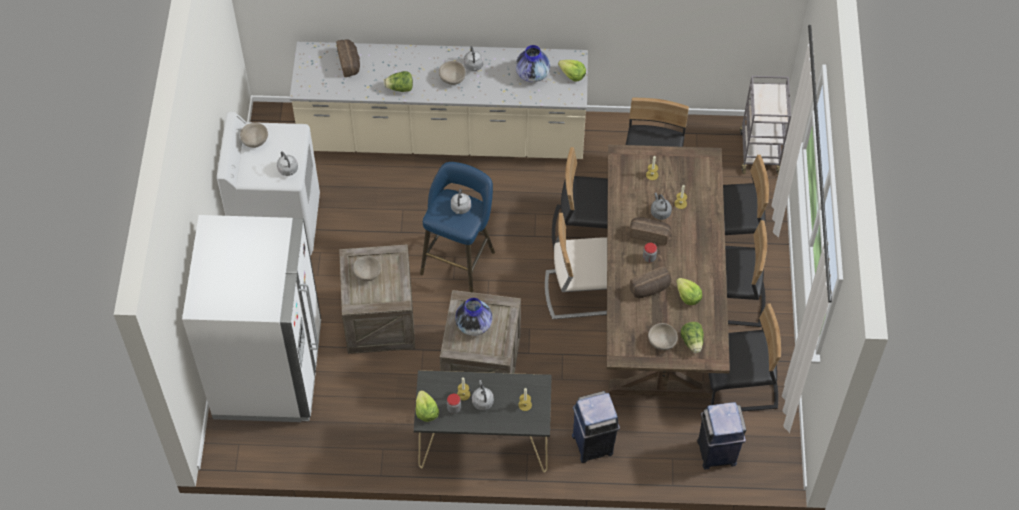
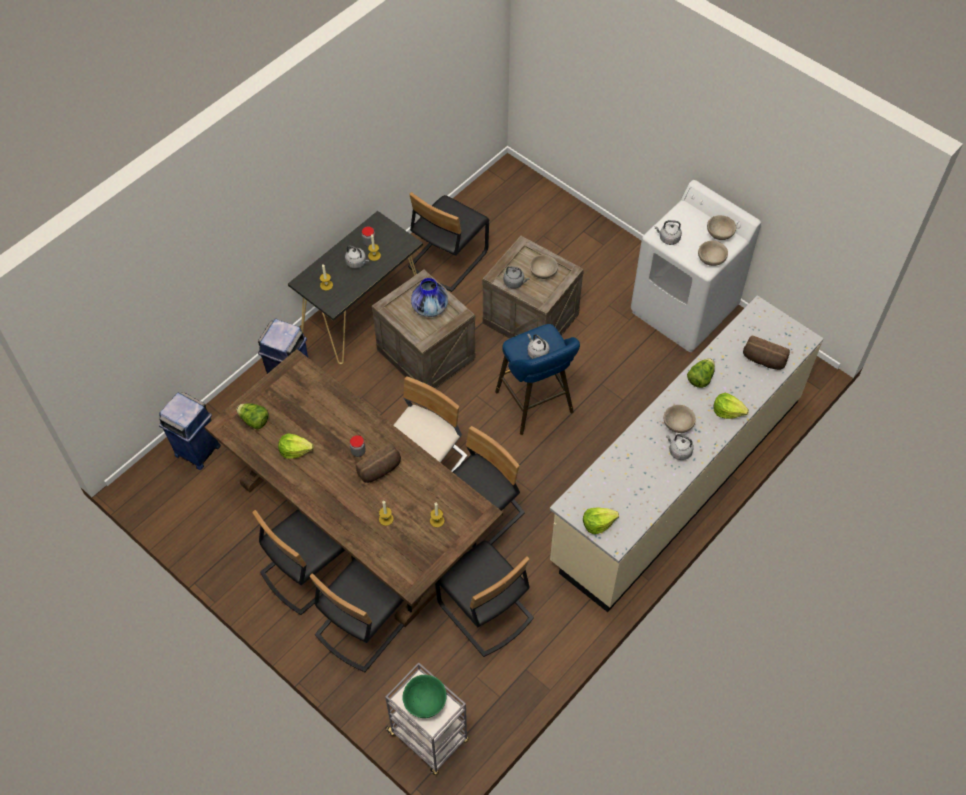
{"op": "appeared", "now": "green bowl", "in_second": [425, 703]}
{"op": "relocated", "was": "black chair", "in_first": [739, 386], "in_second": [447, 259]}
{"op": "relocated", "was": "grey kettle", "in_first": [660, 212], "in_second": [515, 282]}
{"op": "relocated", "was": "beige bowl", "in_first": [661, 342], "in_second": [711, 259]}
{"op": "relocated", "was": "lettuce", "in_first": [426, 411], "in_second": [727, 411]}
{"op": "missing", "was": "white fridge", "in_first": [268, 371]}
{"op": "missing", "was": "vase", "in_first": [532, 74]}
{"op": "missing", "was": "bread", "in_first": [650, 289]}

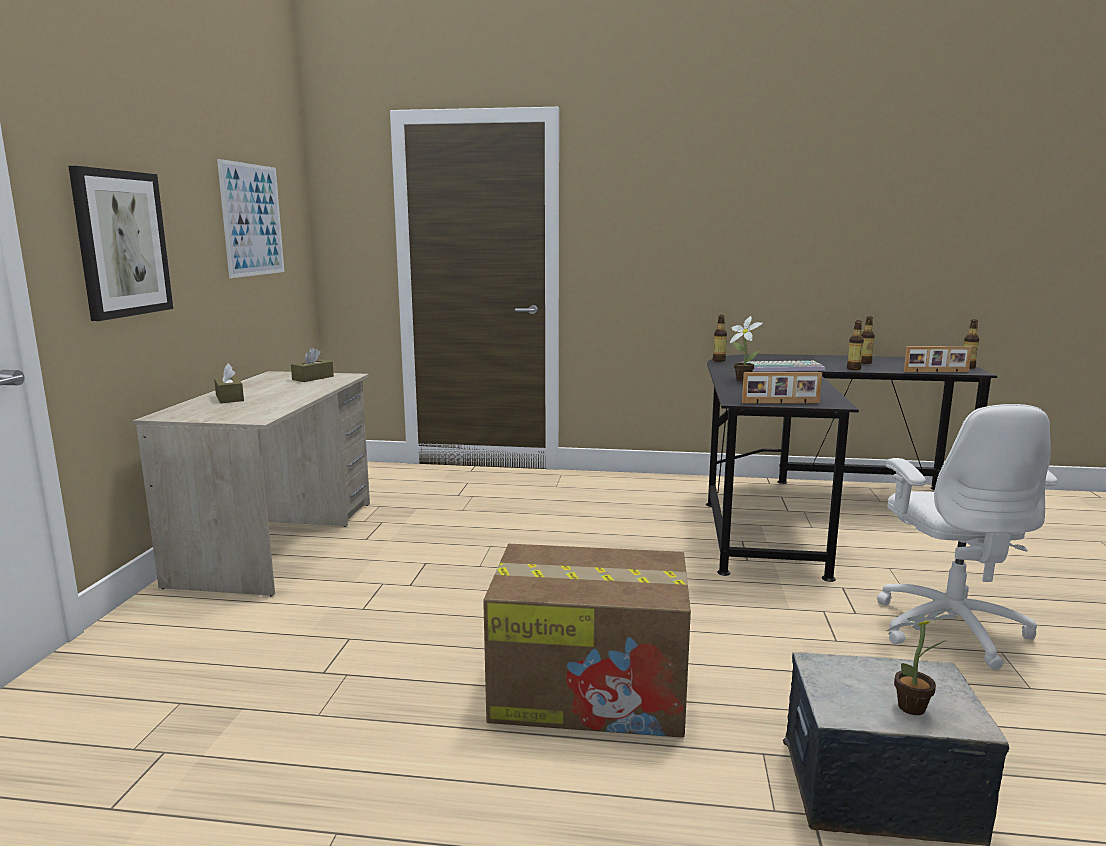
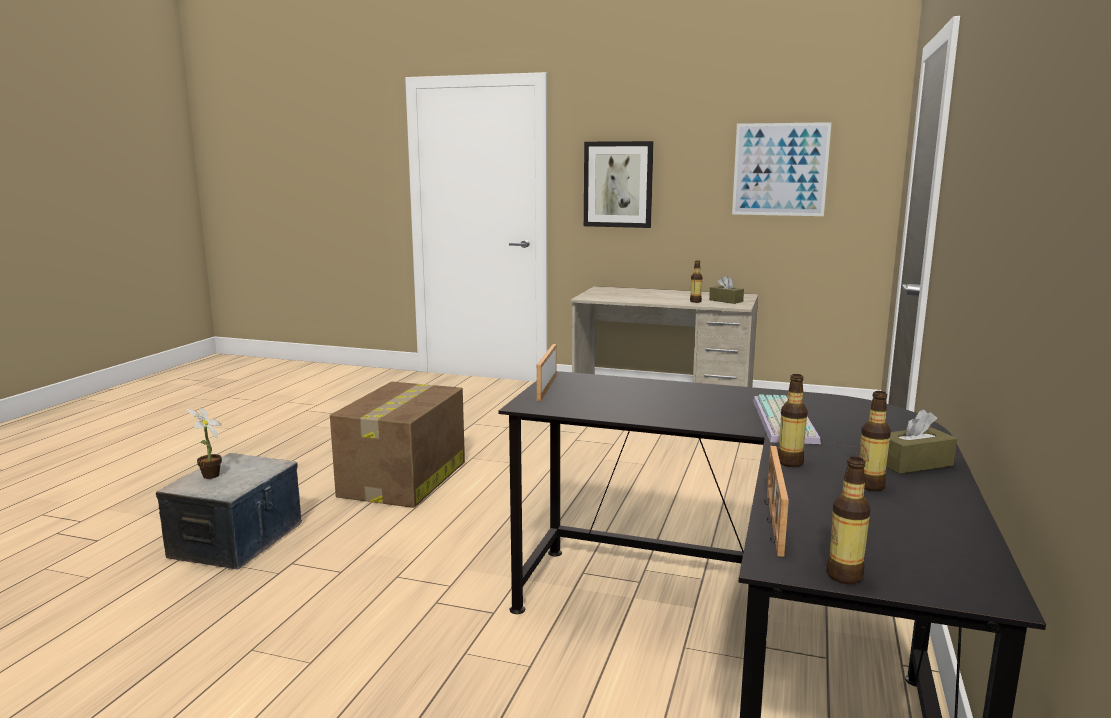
{"op": "relocated", "was": "bottle", "in_first": [719, 360], "in_second": [695, 301]}
{"op": "relocated", "was": "brown tissue box", "in_first": [229, 398], "in_second": [913, 463]}
{"op": "missing", "was": "potted plant", "in_first": [741, 379]}
{"op": "missing", "was": "white office chair", "in_first": [949, 628]}

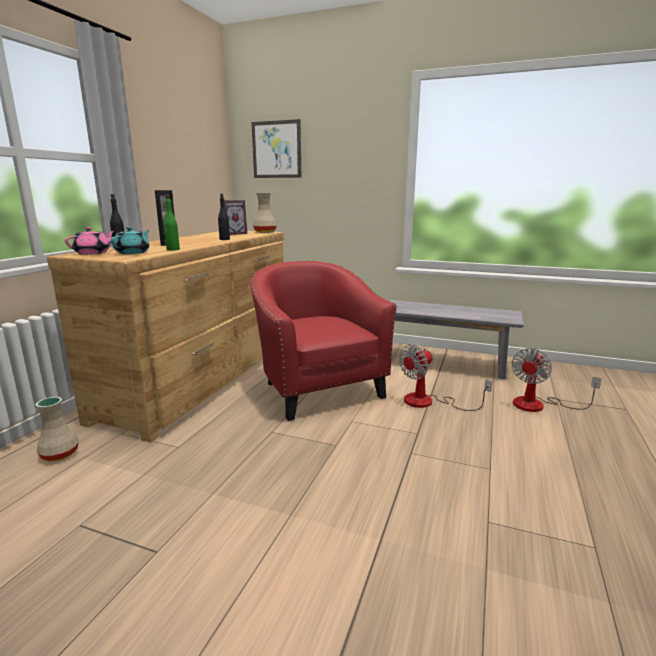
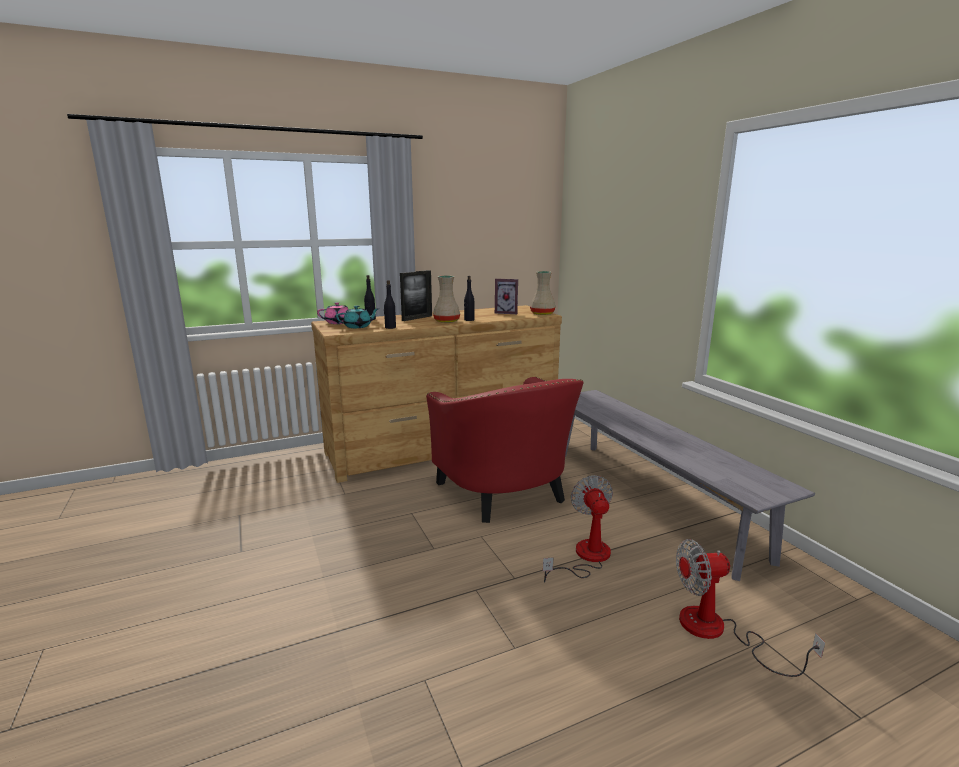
{"op": "colour", "was": "green bottle", "now": "black bottle", "in_first": [173, 249], "in_second": [390, 327]}
{"op": "spun", "was": "red armchair", "in_first": [317, 389], "in_second": [506, 494], "clockwise": 135}
{"op": "relocated", "was": "beige vase", "in_first": [59, 455], "in_second": [446, 321]}
{"op": "spun", "was": "fan", "in_first": [429, 402], "in_second": [585, 557], "clockwise": 75}
{"op": "missing", "was": "picture", "in_first": [276, 149]}

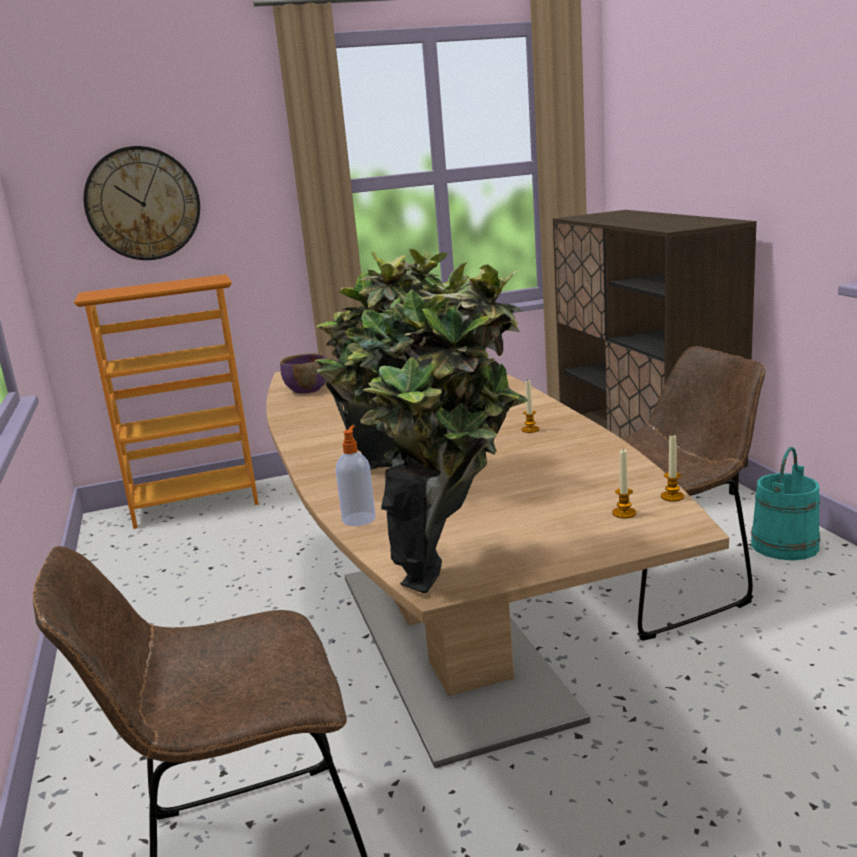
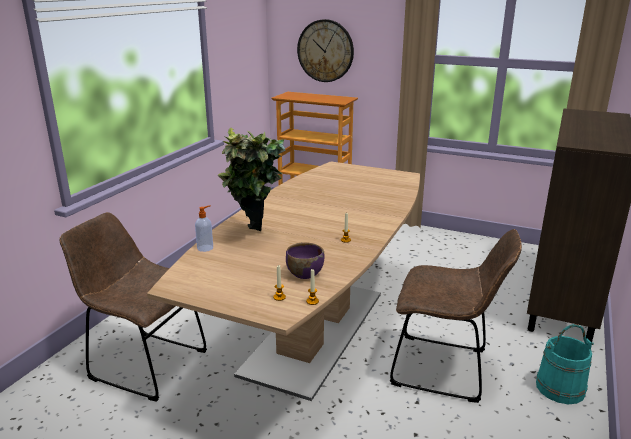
{"op": "relocated", "was": "purple bowl", "in_first": [307, 390], "in_second": [304, 273]}
{"op": "missing", "was": "potted plant", "in_first": [454, 562]}

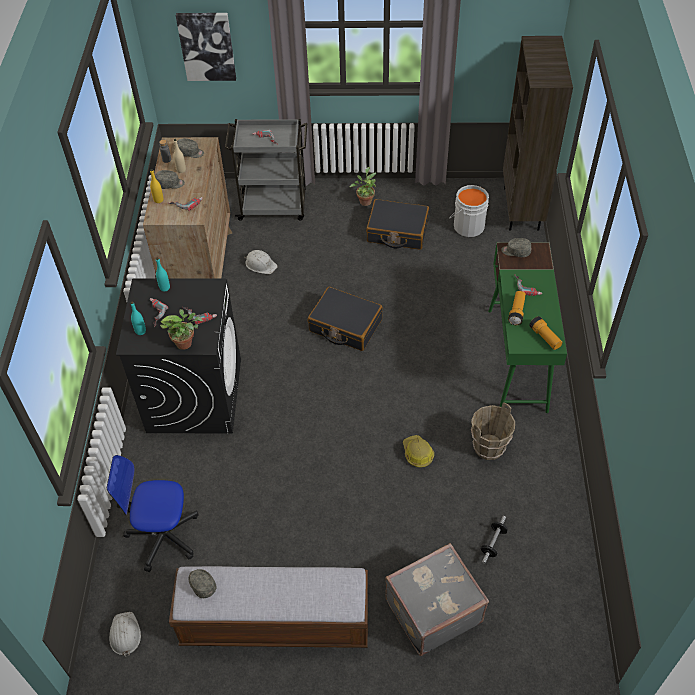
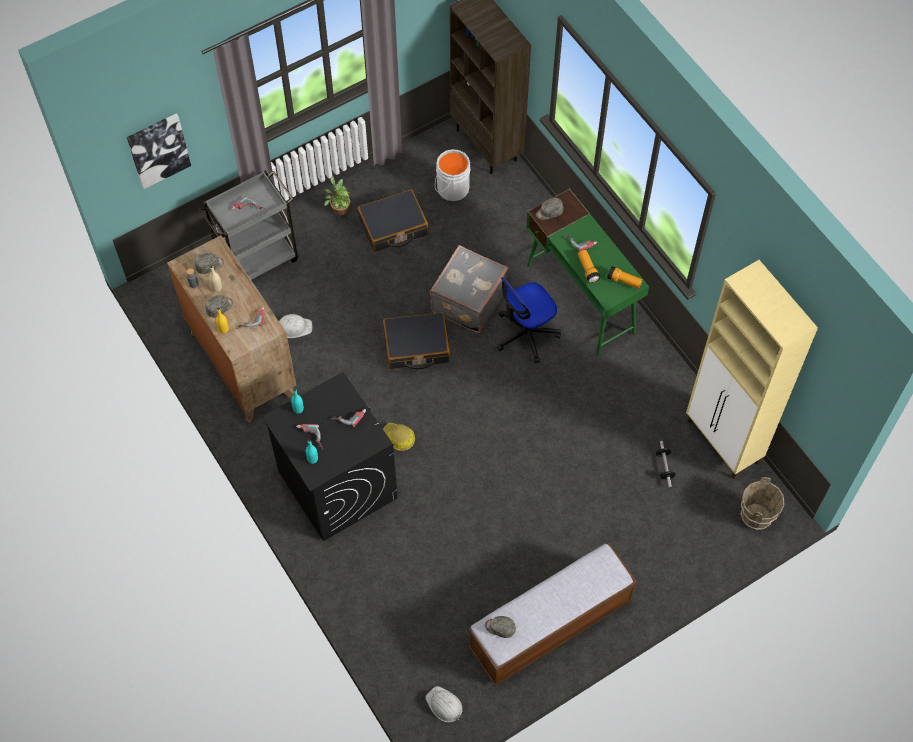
{"op": "relocated", "was": "hard hat", "in_first": [417, 454], "in_second": [398, 438]}
{"op": "relocated", "was": "grey suitcase", "in_first": [432, 609], "in_second": [467, 301]}
{"op": "relocated", "was": "office chair", "in_first": [163, 535], "in_second": [526, 334]}
{"op": "appeared", "now": "beige cabinet", "in_second": [723, 443]}
{"op": "relocated", "was": "brown bucket", "in_first": [489, 448], "in_second": [756, 517]}
{"op": "missing", "was": "potted plant", "in_first": [186, 343]}

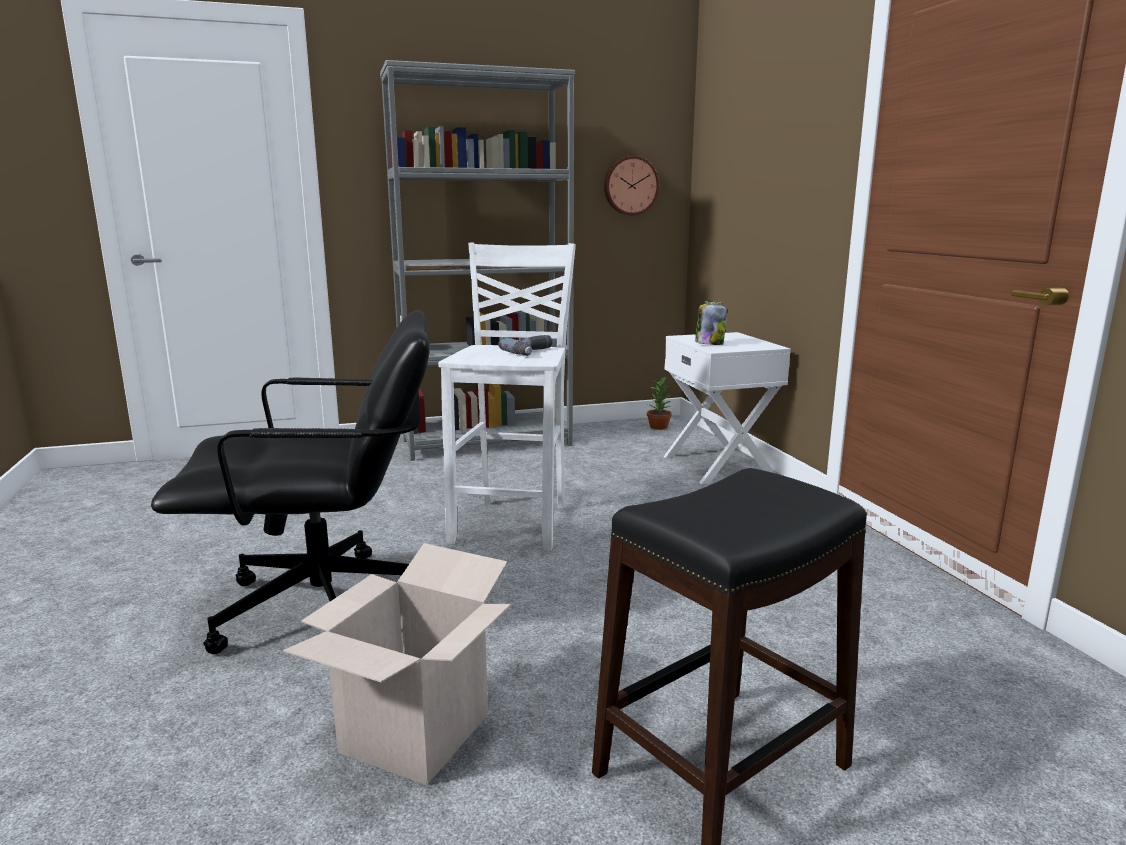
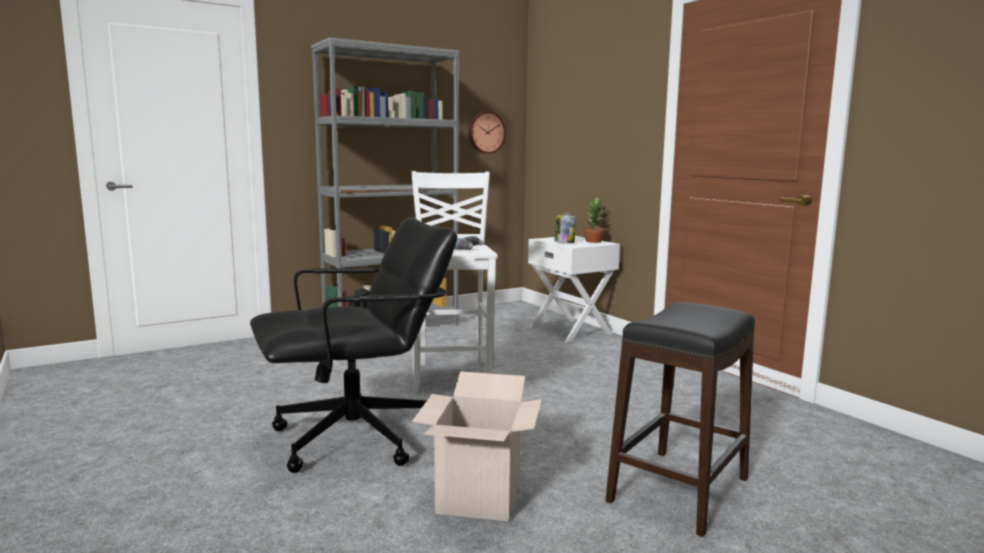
{"op": "relocated", "was": "potted plant", "in_first": [659, 427], "in_second": [594, 241]}

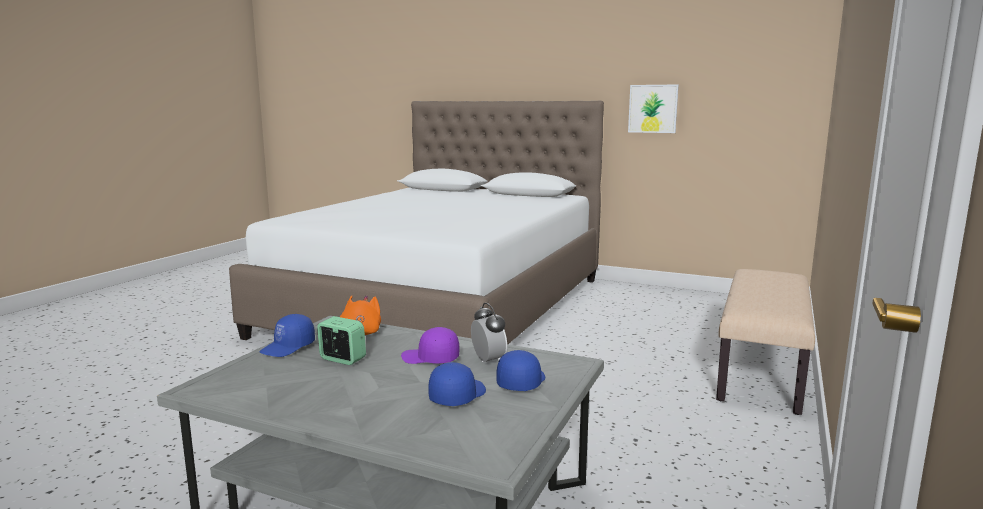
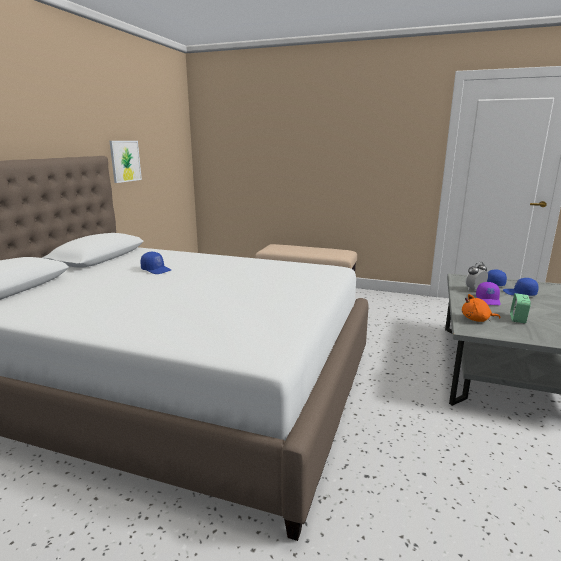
{"op": "relocated", "was": "blue cap", "in_first": [288, 347], "in_second": [156, 270]}

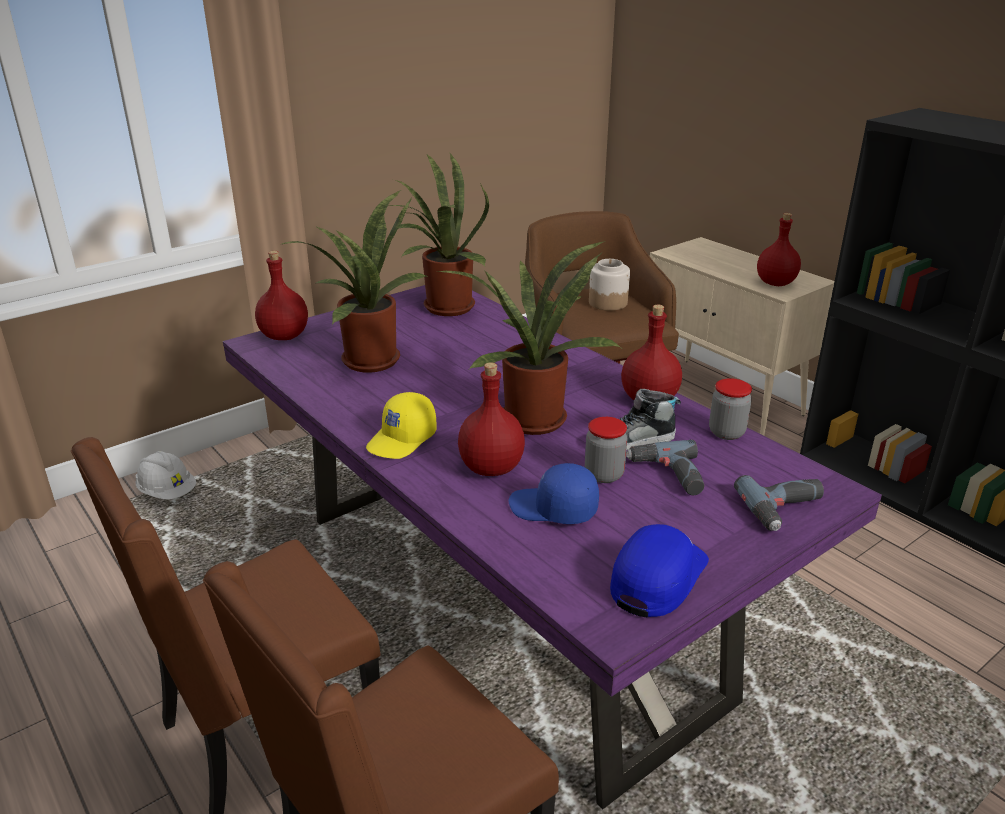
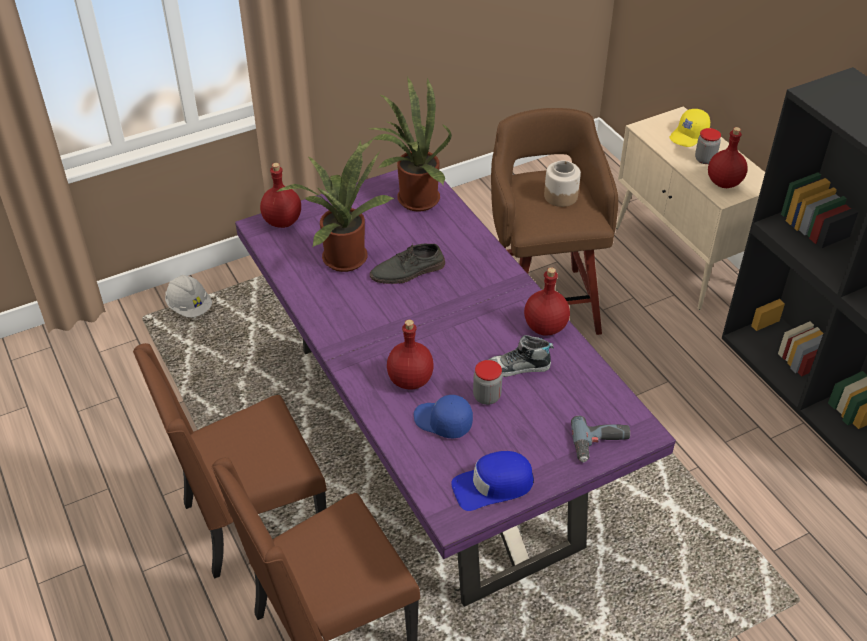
{"op": "appeared", "now": "grey shoe", "in_second": [408, 271]}
{"op": "spun", "was": "blue cap", "in_first": [657, 576], "in_second": [493, 486], "clockwise": -150}
{"op": "relocated", "was": "yellow cap", "in_first": [402, 440], "in_second": [689, 135]}
{"op": "relocated", "was": "jar", "in_first": [726, 432], "in_second": [705, 159]}
{"op": "missing", "was": "potted plant", "in_first": [533, 416]}
{"op": "missing", "was": "power drill", "in_first": [667, 475]}

